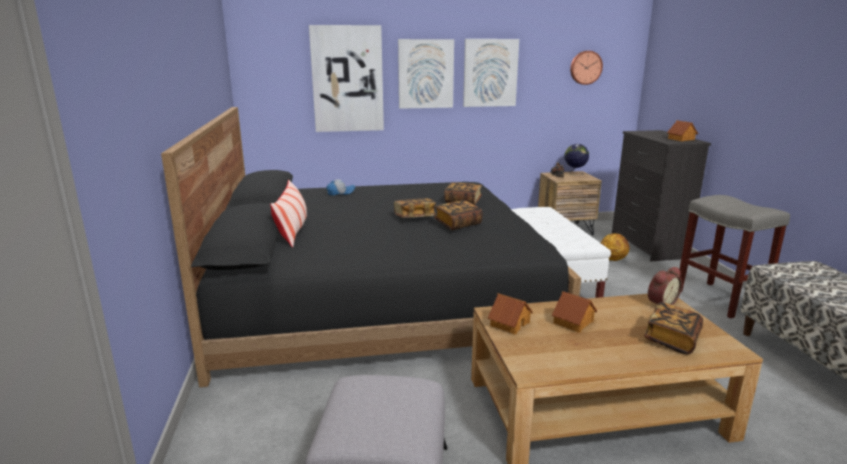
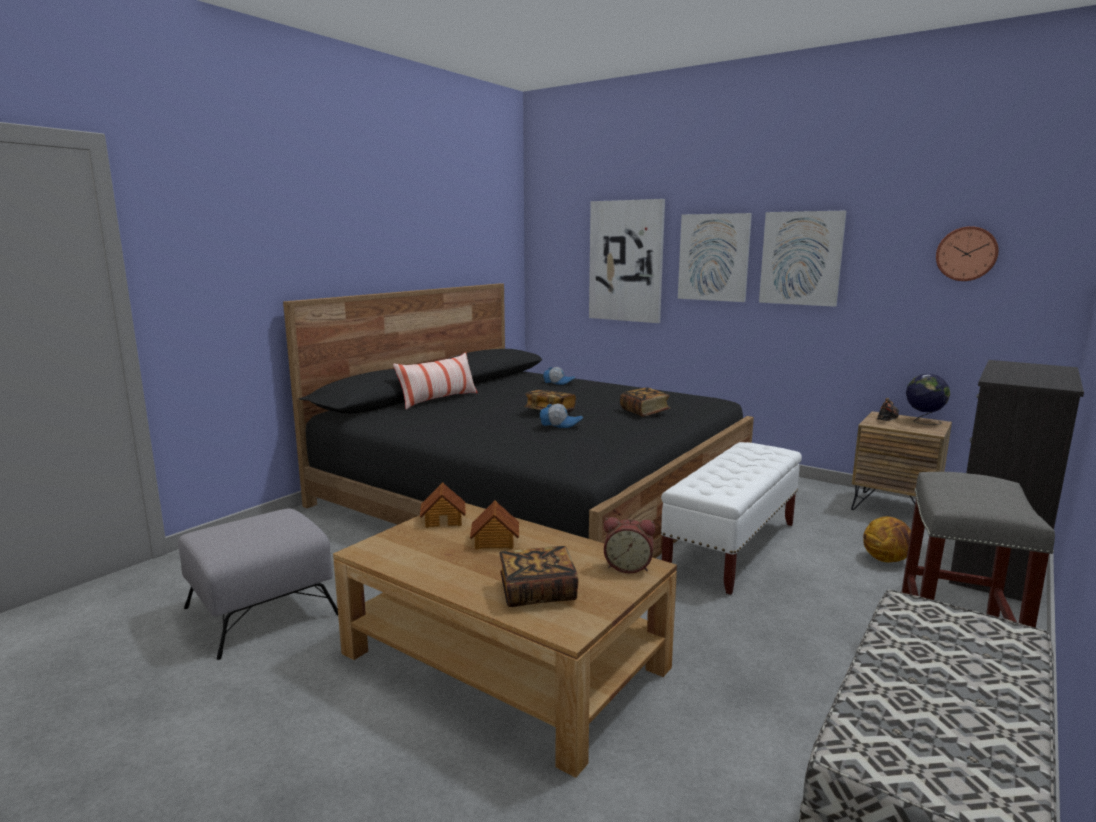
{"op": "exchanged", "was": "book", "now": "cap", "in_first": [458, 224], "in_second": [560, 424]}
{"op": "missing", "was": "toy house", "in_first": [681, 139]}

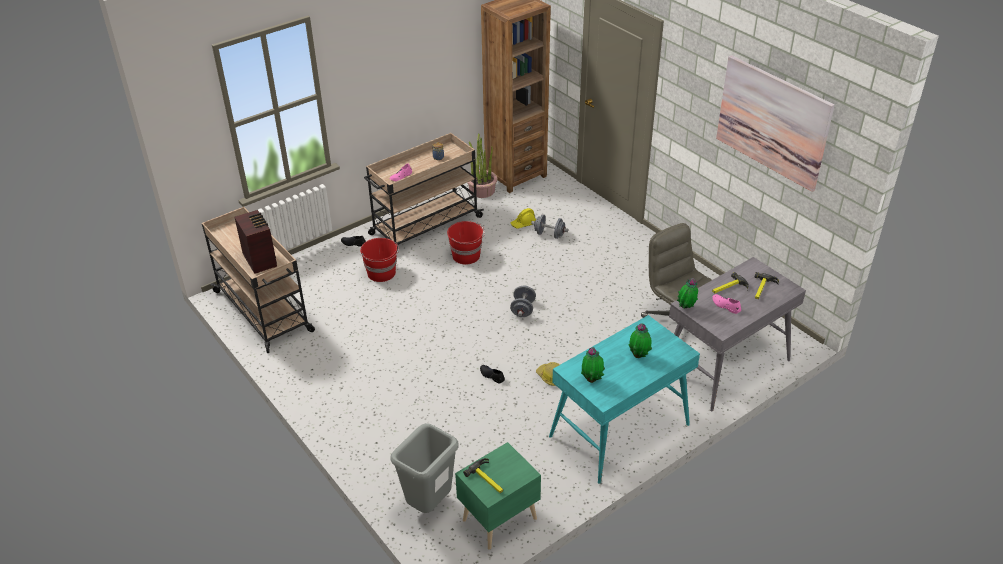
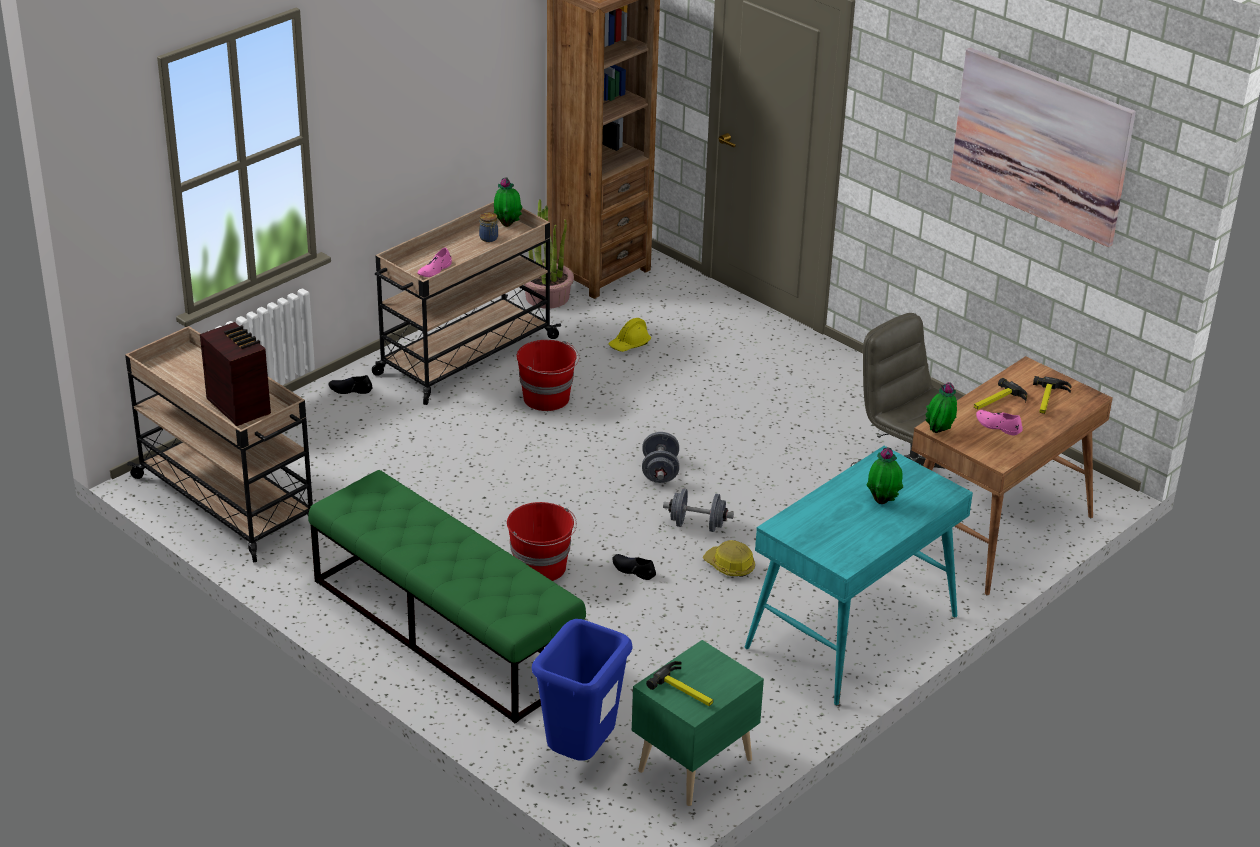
{"op": "appeared", "now": "green bench", "in_second": [444, 628]}
{"op": "relocated", "was": "potted plant", "in_first": [592, 379], "in_second": [507, 224]}
{"op": "relocated", "was": "red bucket", "in_first": [382, 273], "in_second": [541, 567]}
{"op": "colour", "was": "grey trash can", "now": "blue trash can", "in_first": [429, 504], "in_second": [581, 754]}
{"op": "relocated", "was": "grey dumbbell", "in_first": [549, 234], "in_second": [697, 525]}
{"op": "colour", "was": "grey desk", "now": "brown desk", "in_first": [725, 366], "in_second": [995, 532]}

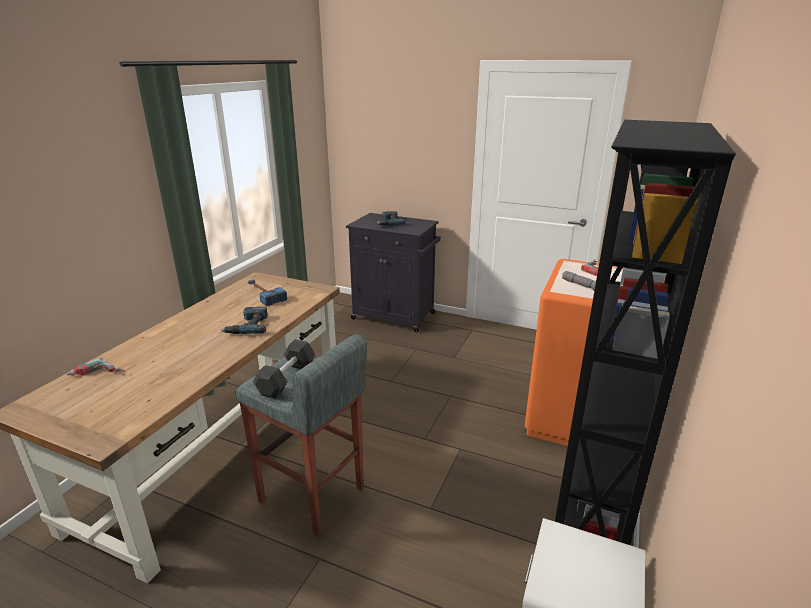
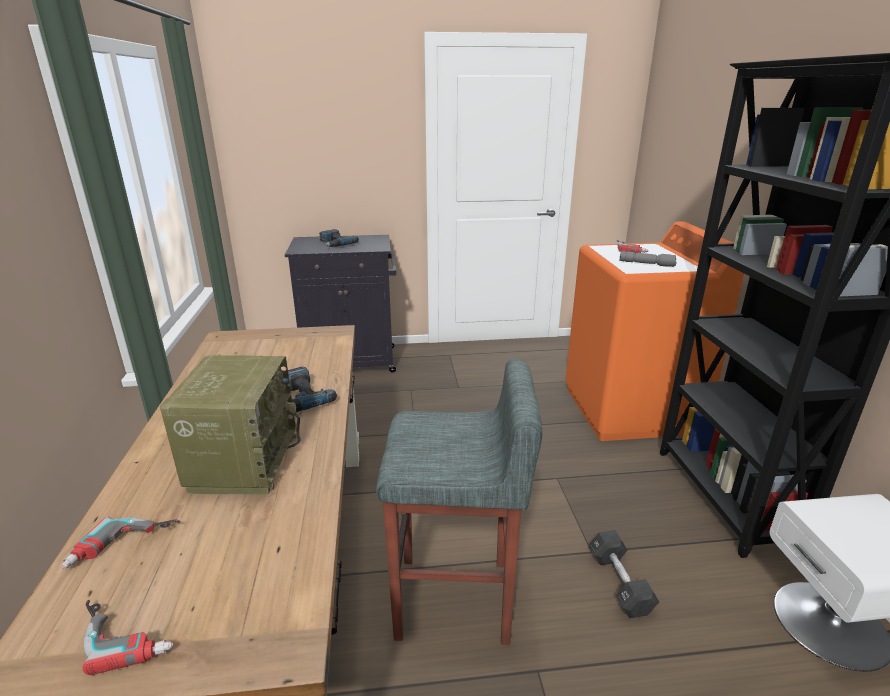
{"op": "appeared", "now": "power drill", "in_second": [129, 631]}
{"op": "appeared", "now": "radio", "in_second": [243, 460]}
{"op": "relocated", "was": "black dumbbell", "in_first": [286, 379], "in_second": [619, 583]}
{"op": "missing", "was": "hammer", "in_first": [263, 294]}

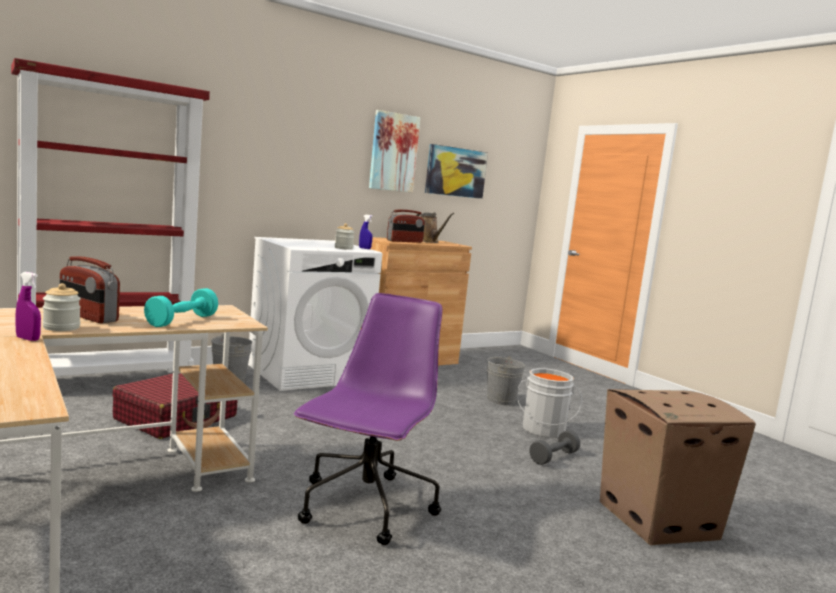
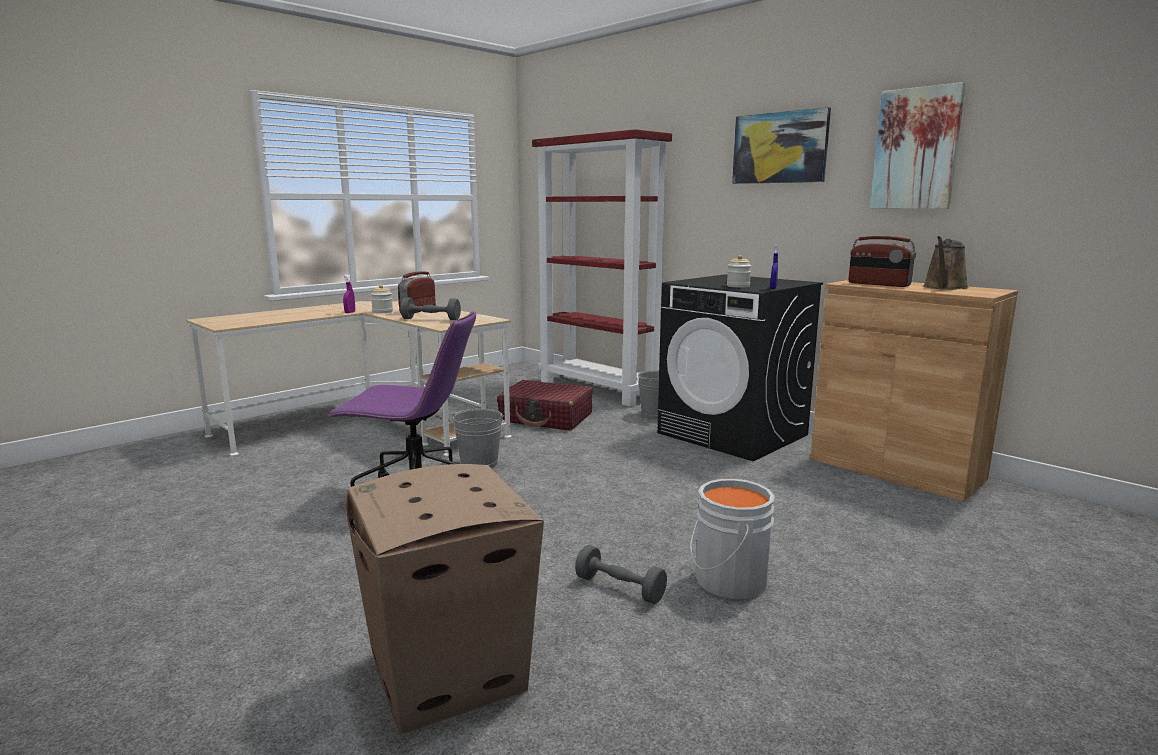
{"op": "colour", "was": "turquoise dumbbell", "now": "grey dumbbell", "in_first": [182, 321], "in_second": [431, 319]}
{"op": "relocated", "was": "grey bucket", "in_first": [501, 400], "in_second": [479, 464]}
{"op": "colour", "was": "white washing machine", "now": "black washing machine", "in_first": [308, 373], "in_second": [733, 434]}
{"op": "relocated", "was": "picture", "in_first": [455, 172], "in_second": [779, 148]}

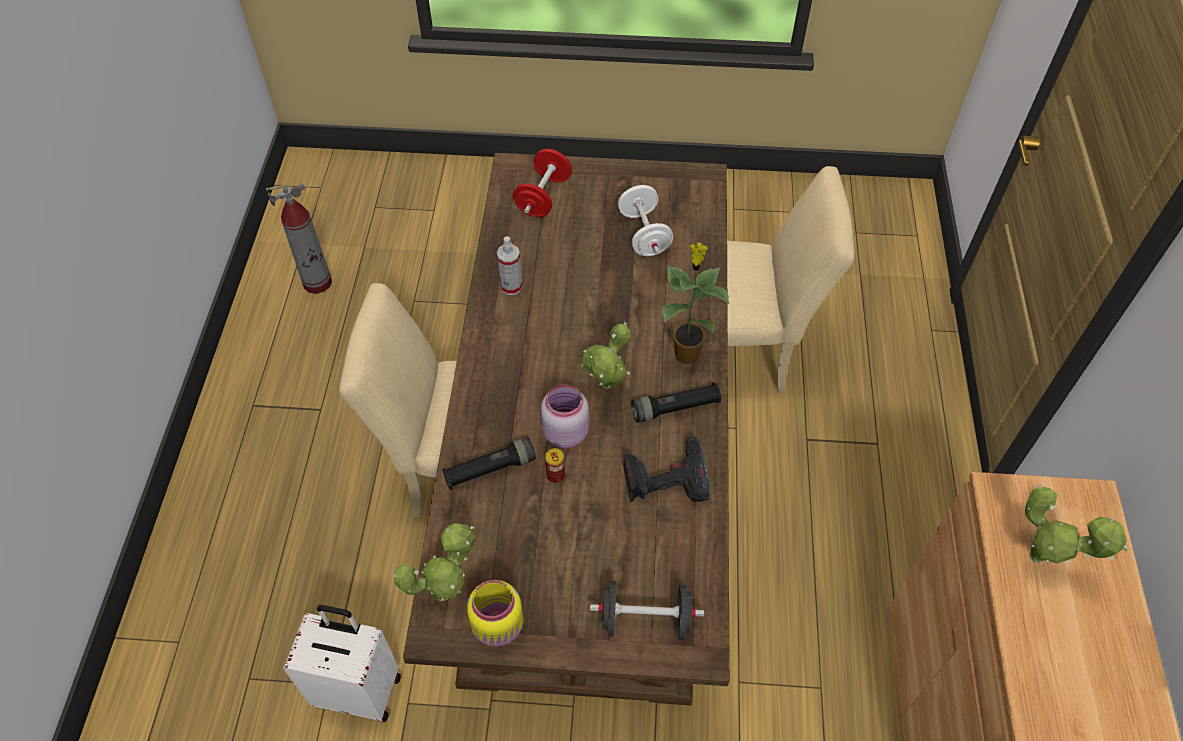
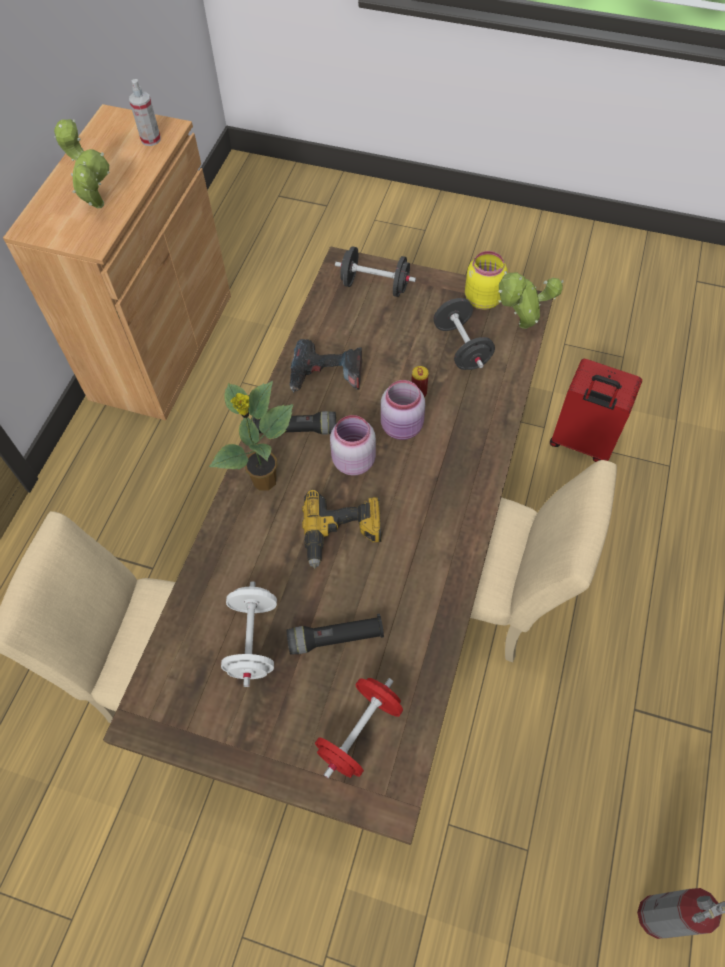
{"op": "relocated", "was": "spray bottle", "in_first": [511, 286], "in_second": [151, 139]}
{"op": "relocated", "was": "black flashlight", "in_first": [490, 469], "in_second": [336, 638]}
{"op": "appeared", "now": "power drill", "in_second": [342, 534]}
{"op": "exchanged", "was": "potted plant", "now": "pink jar", "in_first": [607, 388], "in_second": [352, 461]}
{"op": "appeared", "now": "black dumbbell", "in_second": [461, 347]}
{"op": "colour", "was": "white suitcase", "now": "red suitcase", "in_first": [359, 689], "in_second": [581, 442]}

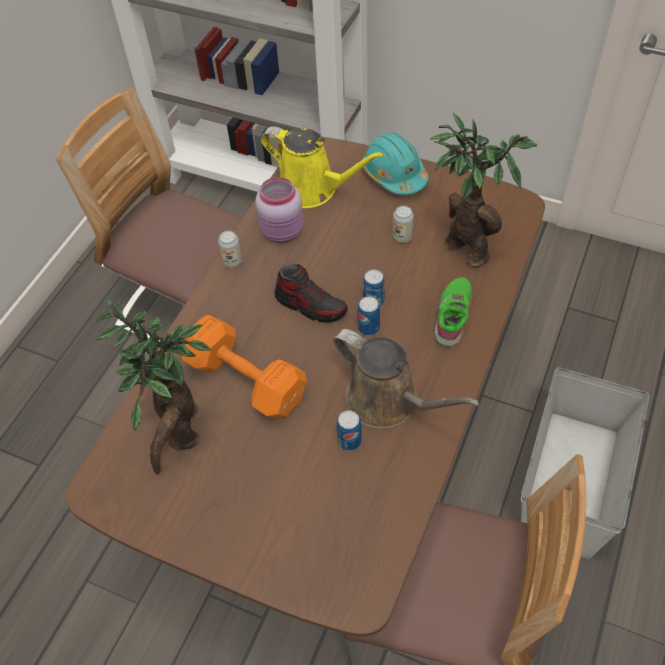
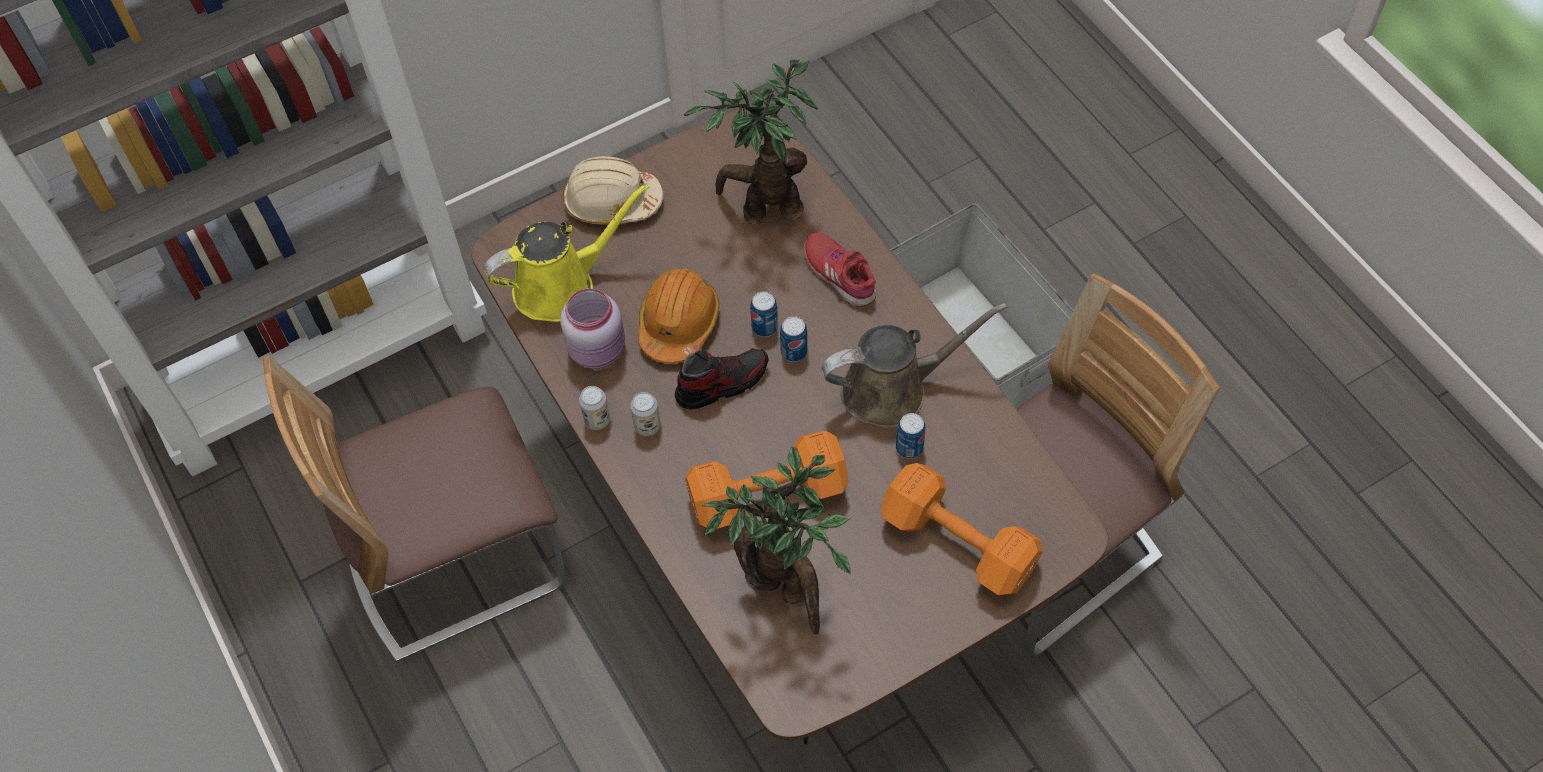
{"op": "colour", "was": "turquoise hard hat", "now": "beige hard hat", "in_first": [394, 174], "in_second": [612, 202]}
{"op": "relocated", "was": "can", "in_first": [402, 237], "in_second": [647, 426]}
{"op": "appeared", "now": "orange hard hat", "in_second": [678, 323]}
{"op": "colour", "was": "green shoe", "now": "red shoe", "in_first": [453, 315], "in_second": [839, 274]}
{"op": "appeared", "now": "orange dumbbell", "in_second": [956, 539]}

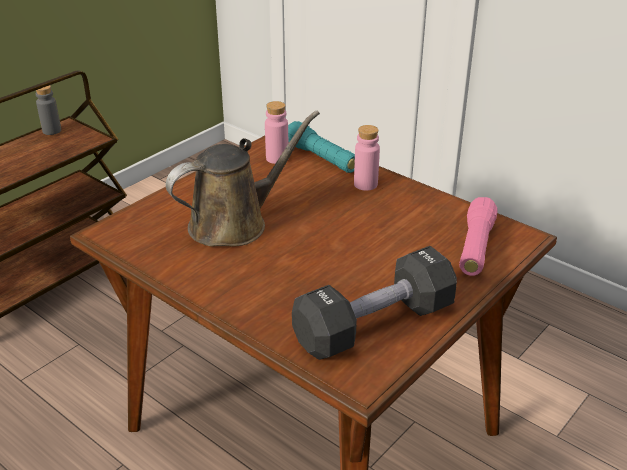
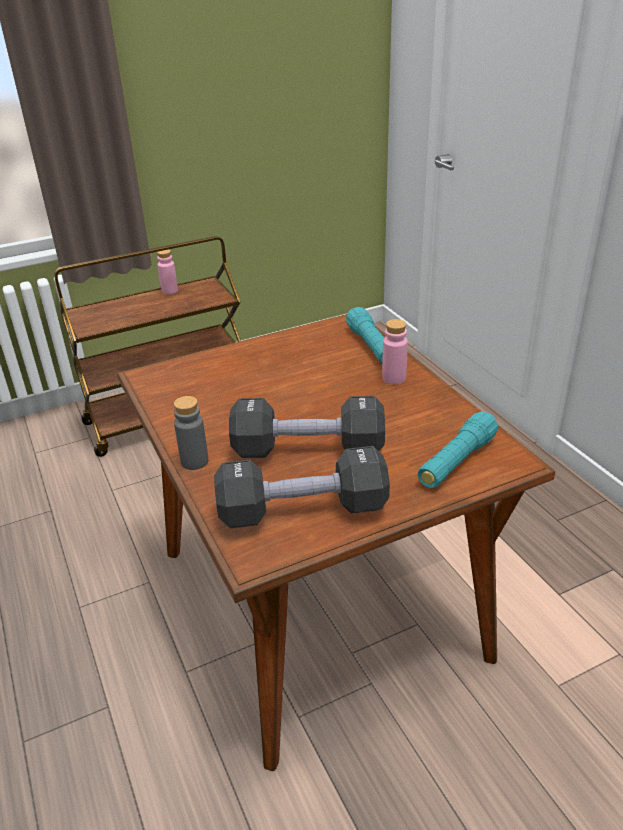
{"op": "relocated", "was": "pink bottle", "in_first": [277, 158], "in_second": [170, 291]}
{"op": "relocated", "was": "grey bottle", "in_first": [52, 131], "in_second": [194, 461]}
{"op": "appeared", "now": "black dumbbell", "in_second": [308, 449]}
{"op": "colour", "was": "pink flashlight", "now": "turquoise flashlight", "in_first": [475, 247], "in_second": [456, 462]}
{"op": "missing", "was": "brown watering can", "in_first": [235, 223]}

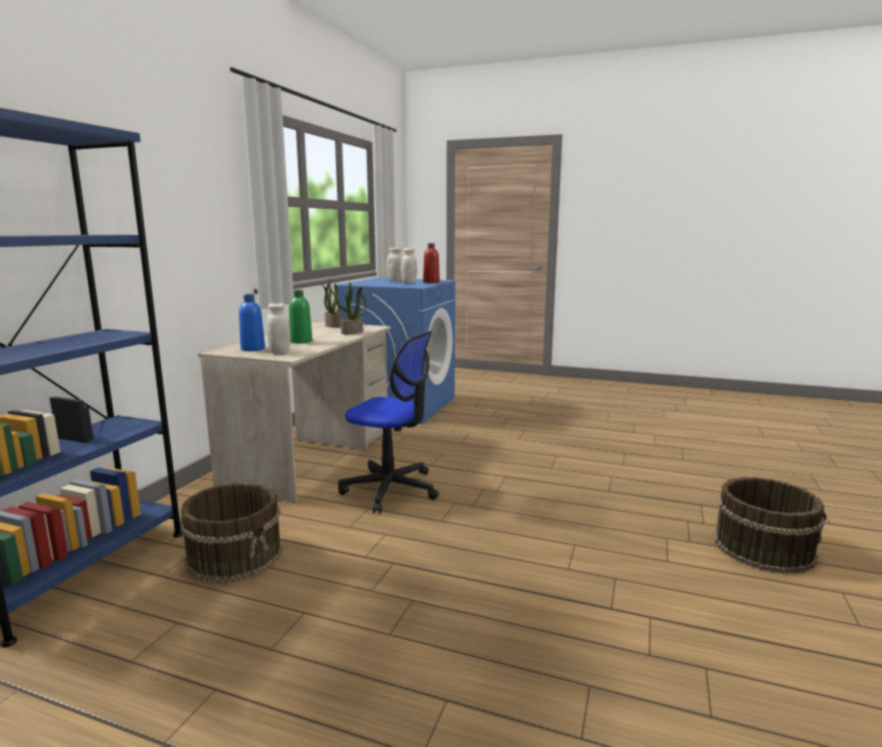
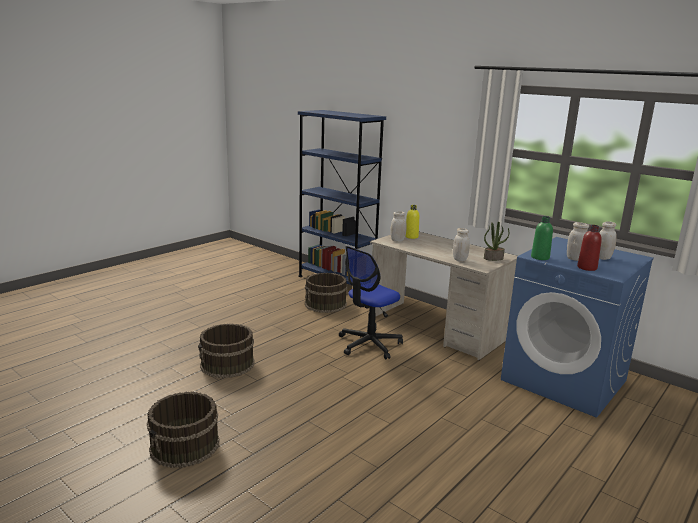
{"op": "appeared", "now": "brown bucket", "in_second": [227, 364]}
{"op": "colour", "was": "blue bottle", "now": "yellow bottle", "in_first": [253, 349], "in_second": [411, 236]}
{"op": "exchanged", "was": "potted plant", "now": "white jar", "in_first": [352, 332], "in_second": [459, 259]}
{"op": "relocated", "was": "green bottle", "in_first": [301, 341], "in_second": [540, 257]}

